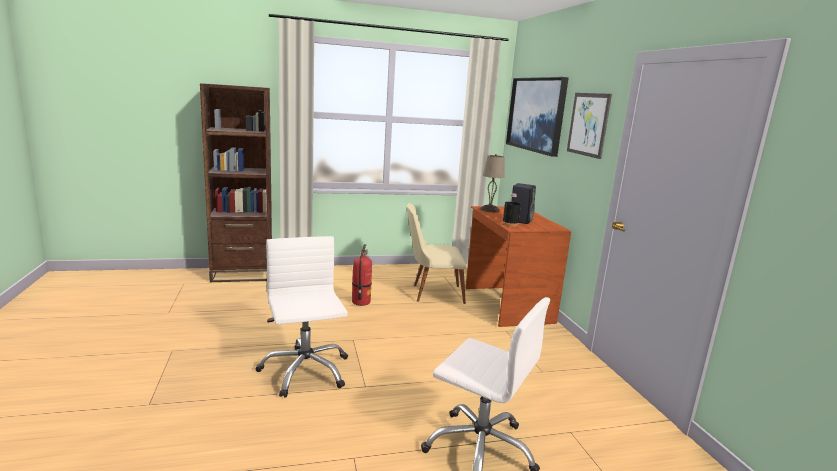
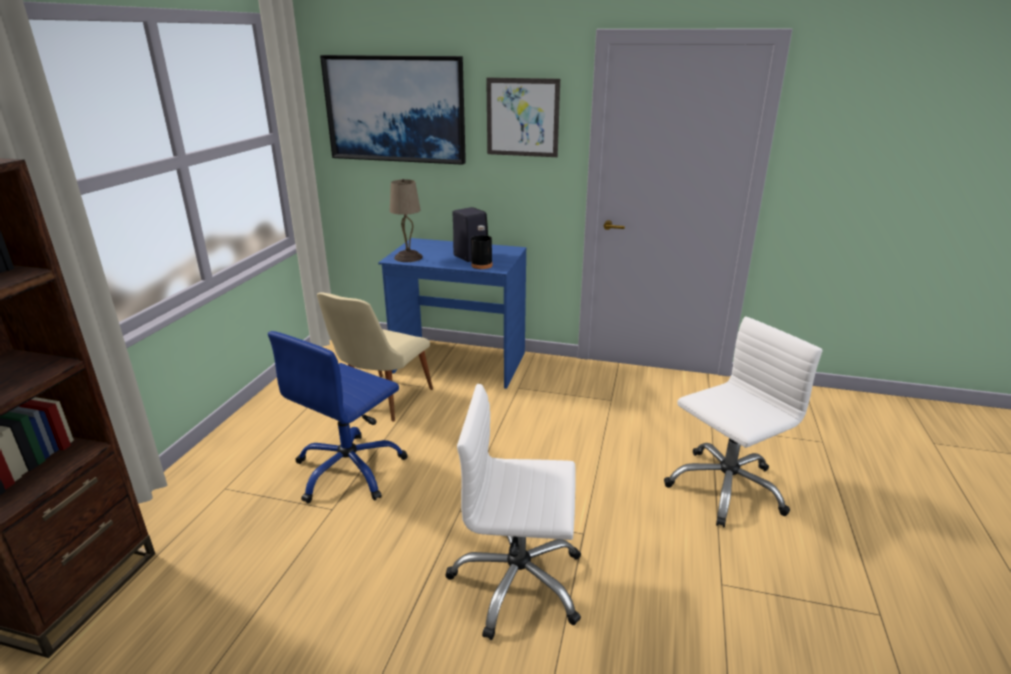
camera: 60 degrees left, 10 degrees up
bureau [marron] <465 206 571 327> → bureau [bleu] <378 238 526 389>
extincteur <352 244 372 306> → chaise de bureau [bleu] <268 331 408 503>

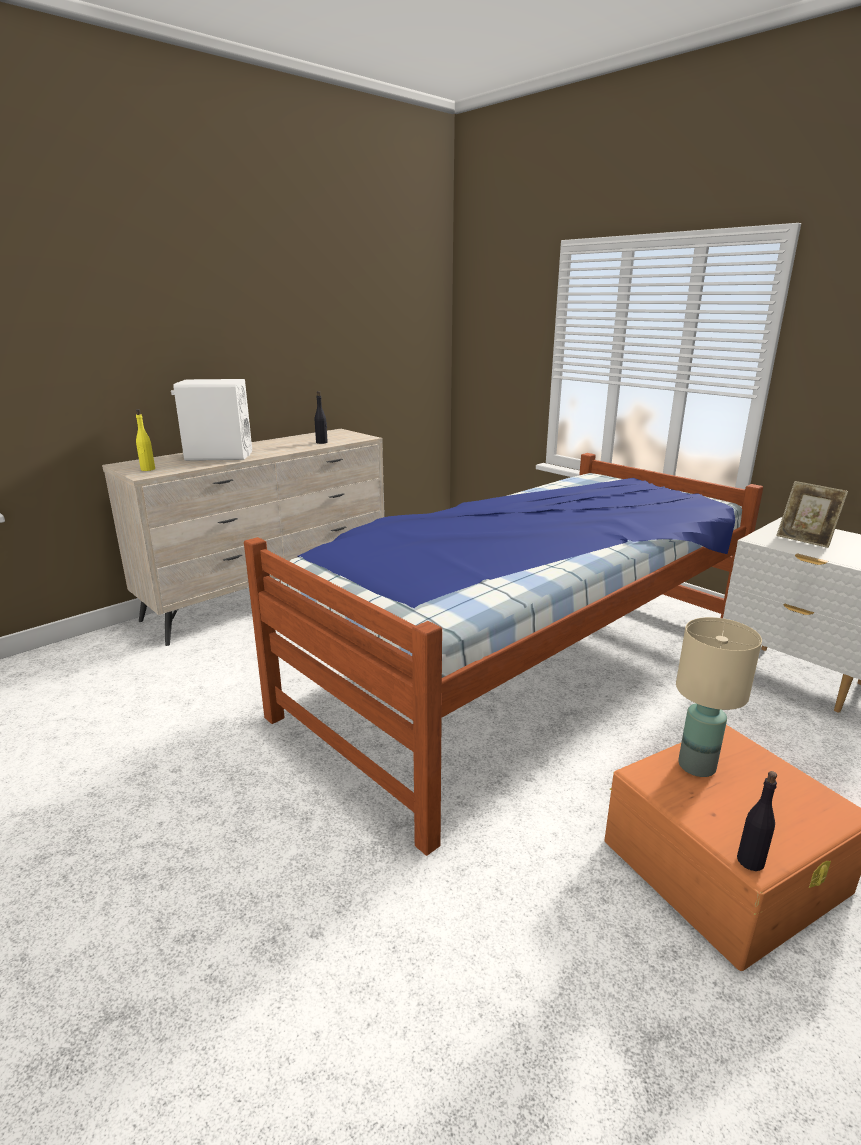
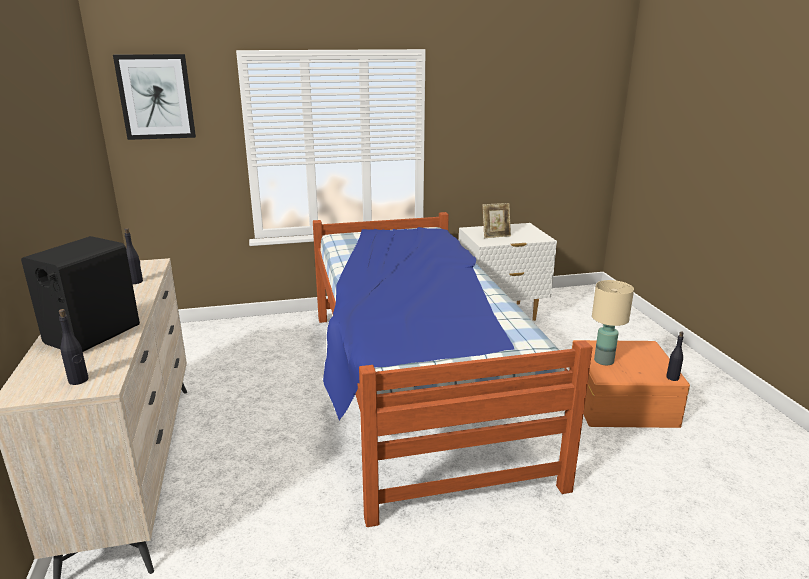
camera: 60 degrees left, 0 degrees up
enceinte [blanc] <171 379 252 461> → enceinte [noir] <21 236 140 352>
bouteille [jaune] <136 409 155 471> → bouteille [noir] <59 309 89 385>
- → tableau <113 54 196 140>

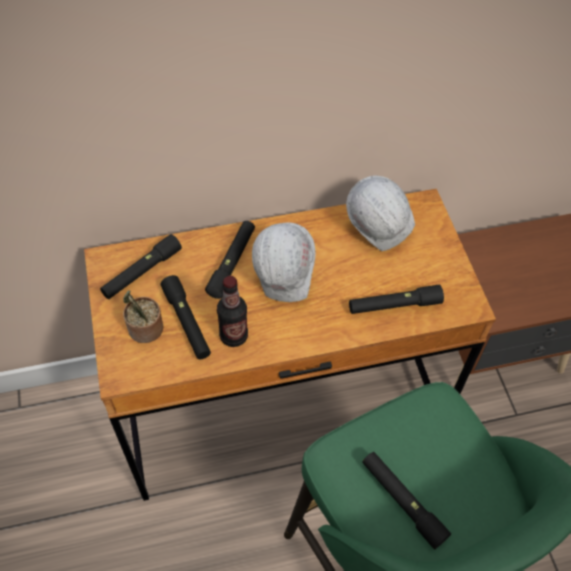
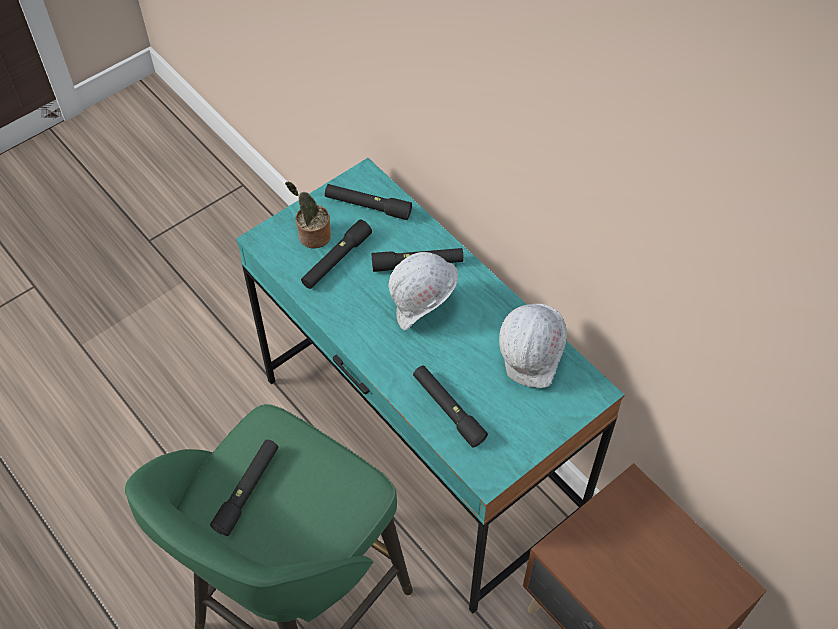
camera: 65 degrees right, 0 degrees up
bureau [marron] <84 189 496 501> → bureau [turquoise] <236 158 624 613>
bouteille <217 276 248 347> → -

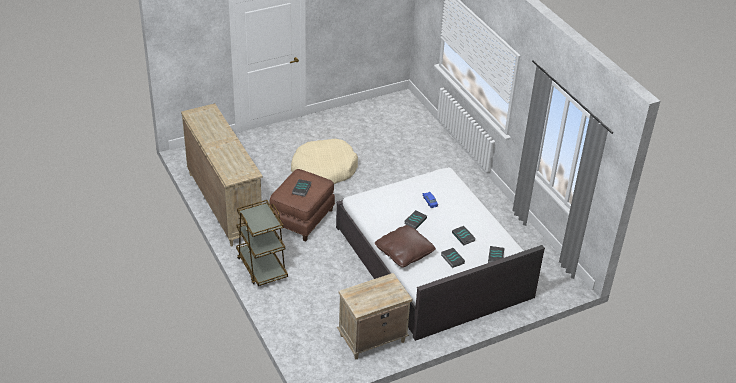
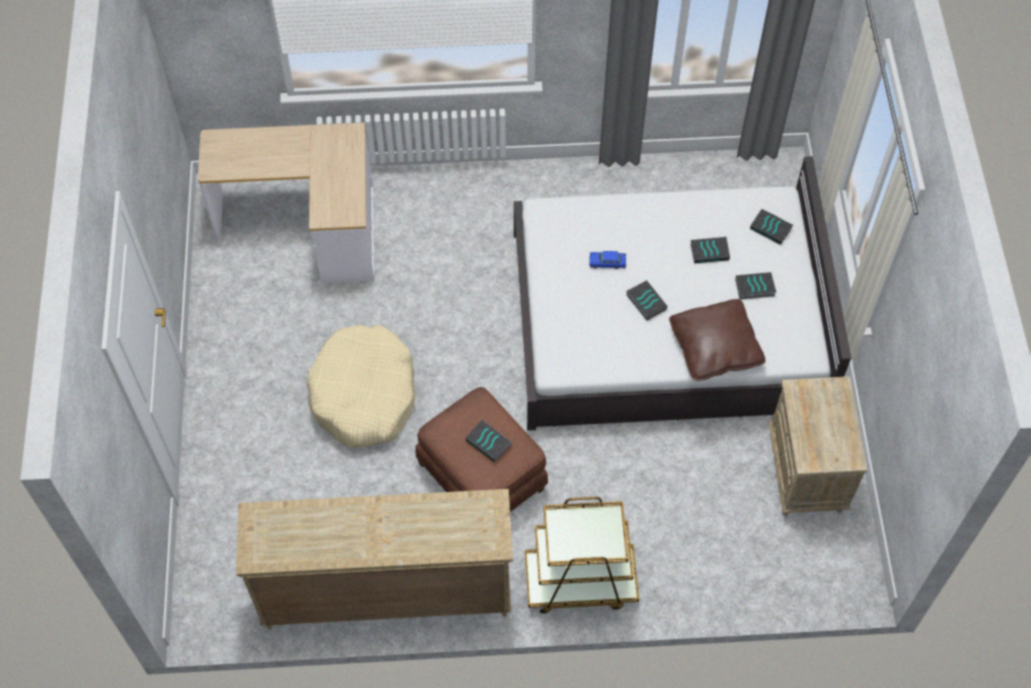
camera: 65 degrees left, 20 degrees up
- → bureau <198 122 374 283>

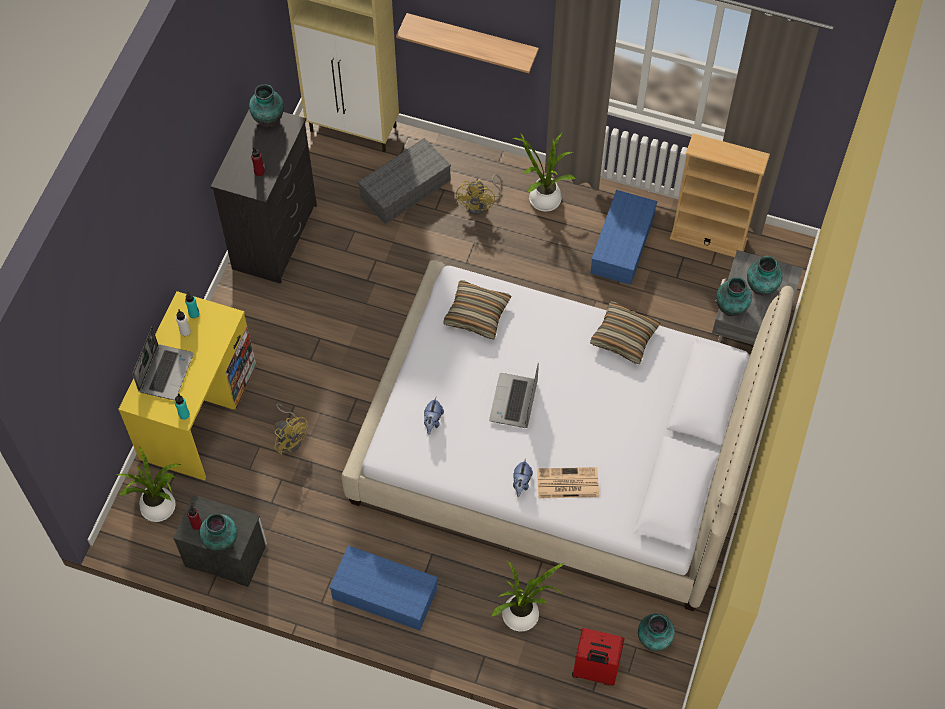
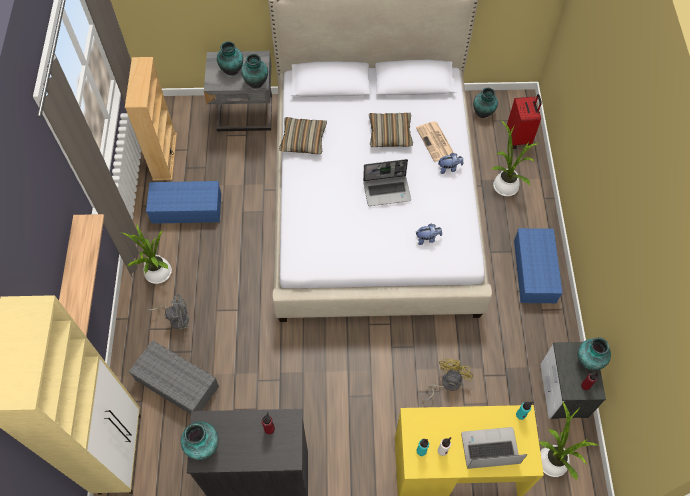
camera: 110 degrees left, 0 degrees up
ventilateur [jaune] <456 174 502 215> → ventilateur [gris] <147 294 189 329>
coussin <443 280 511 339> → coussin <369 113 413 147>, relocated

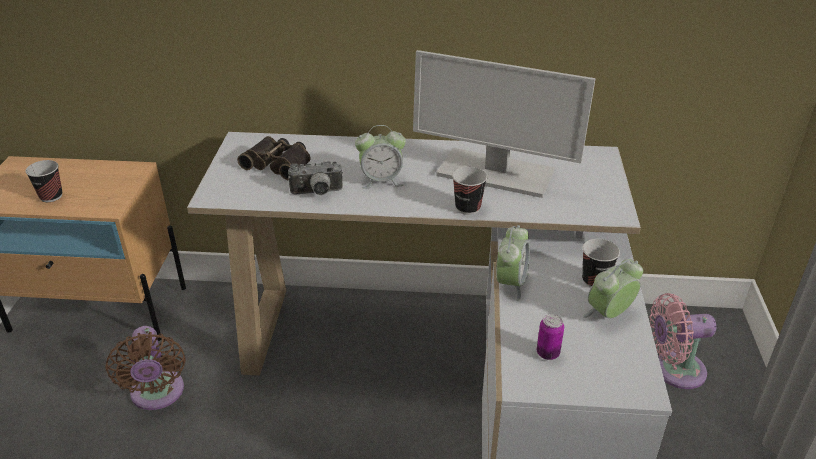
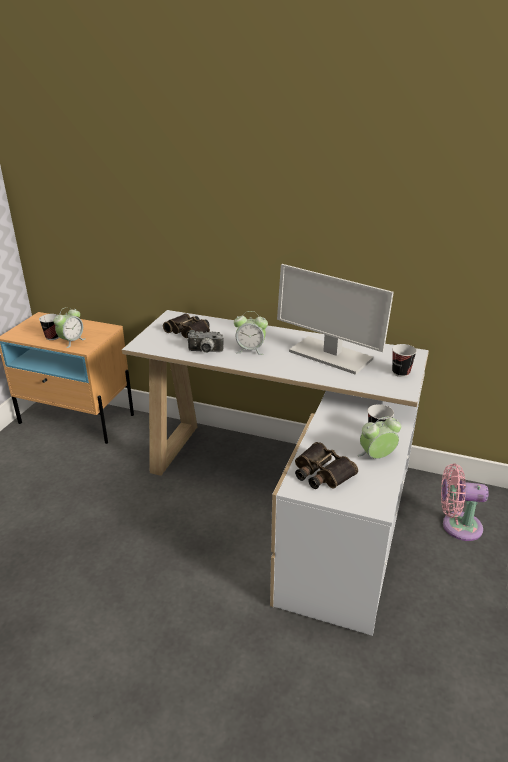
camera: 15 degrees right, 5 degrees down
tasse <452 167 487 215> → tasse <392 344 417 377>, relocated
réveil <496 225 530 301> → réveil <54 307 86 348>, relocated
boîte métallique <537 314 564 360> → jumelles <295 442 358 489>
ventilateur [marron] <105 326 185 410> → -

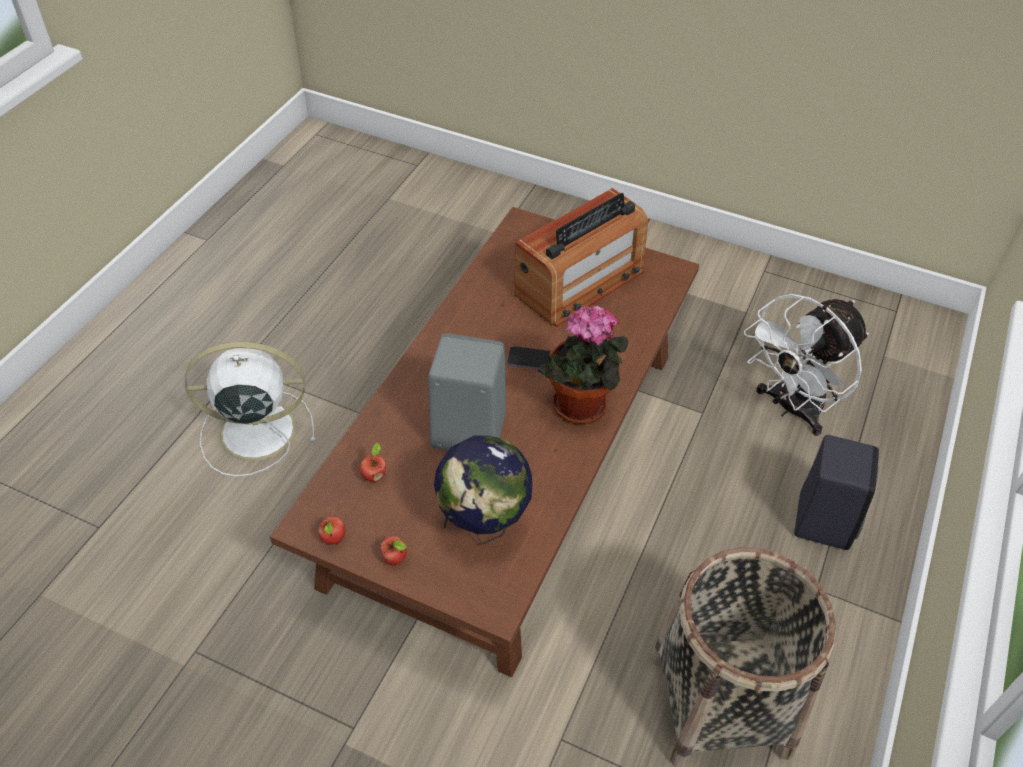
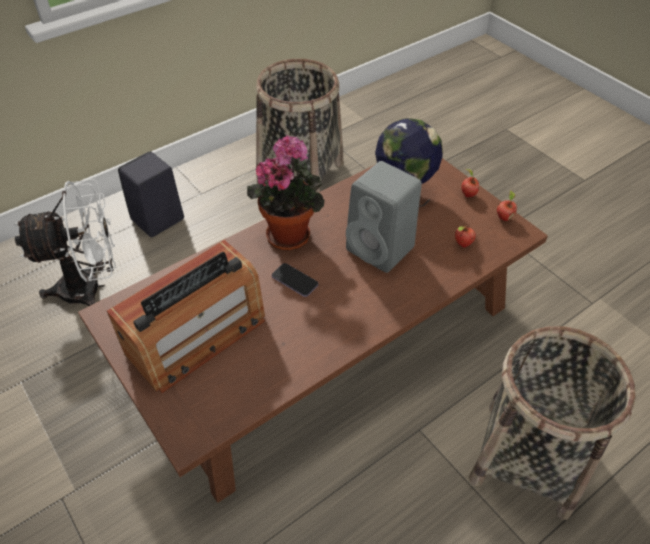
camera: 150 degrees left, 0 degrees up
radio <514 188 648 327> → radio <107 240 265 393>, 150 degrees clockwise
ventilateur [blanc] <185 342 316 477> → panier <469 326 636 520>

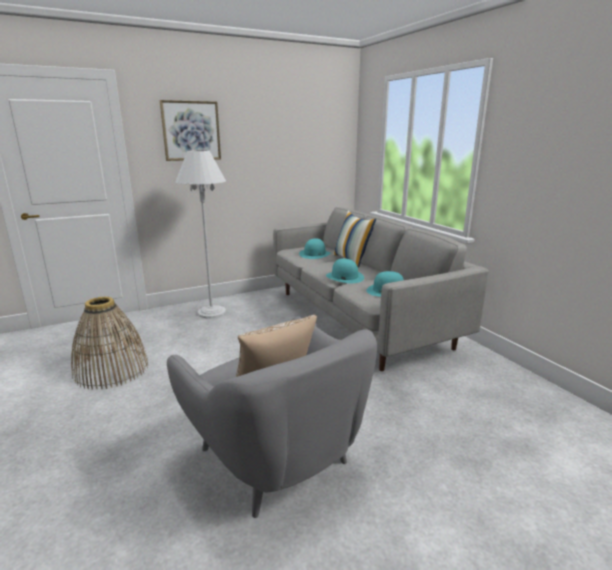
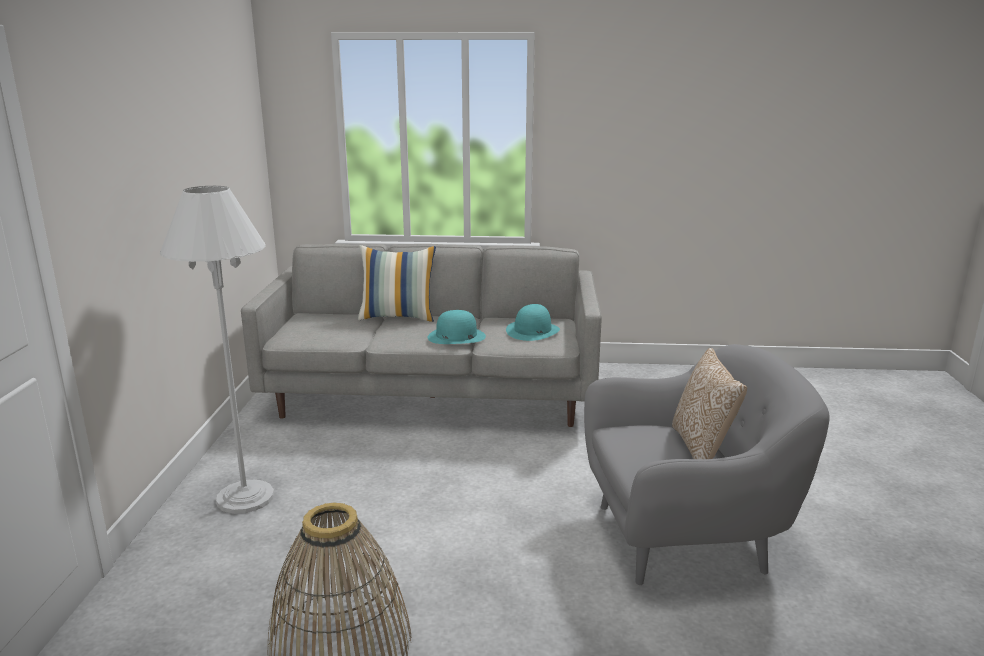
camera: 60 degrees left, 0 degrees up
tableau <160 100 221 161> → -
chapeau [turquoise] <299 238 330 259> → -

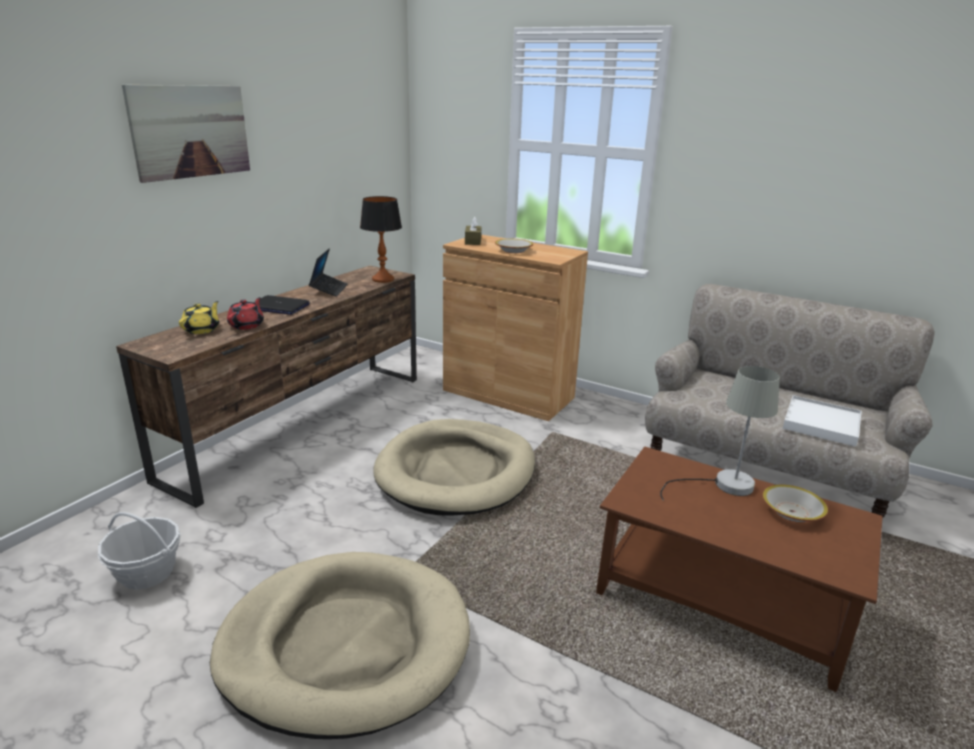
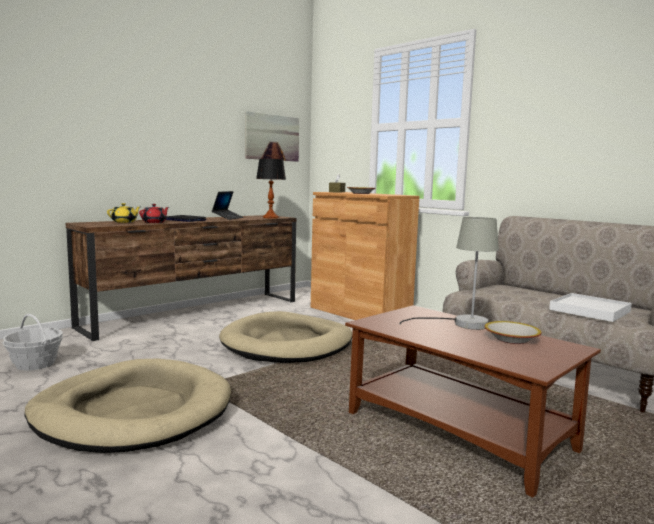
camera: 15 degrees right, 15 degrees down
tableau <122 85 250 183> → tableau <246 111 299 162>, relocated

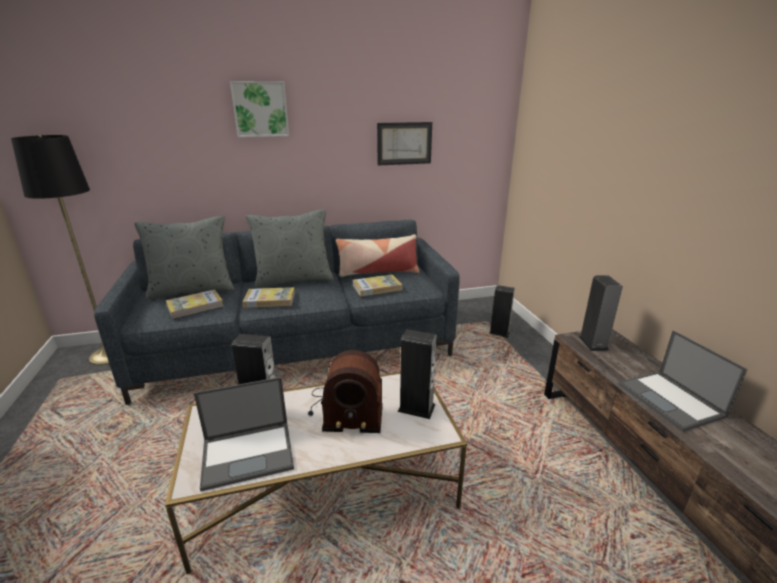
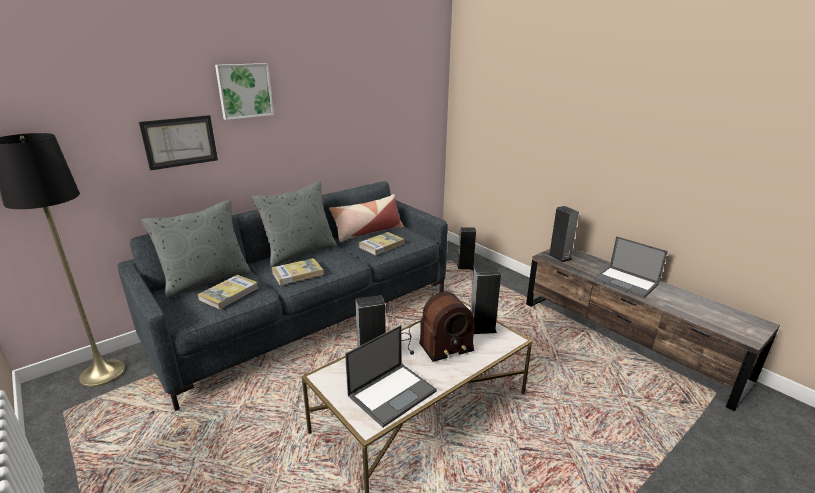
camera: 25 degrees left, 0 degrees up
tableau <377 122 432 166> → tableau <139 115 218 171>, relocated

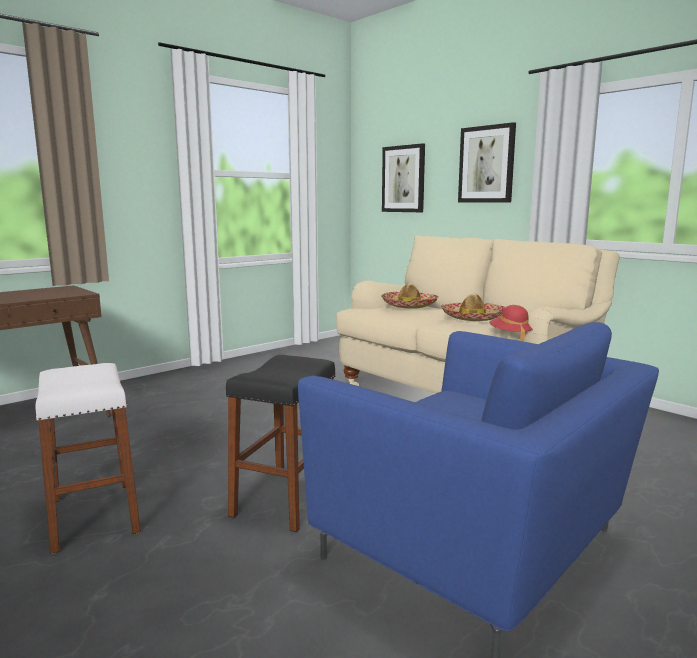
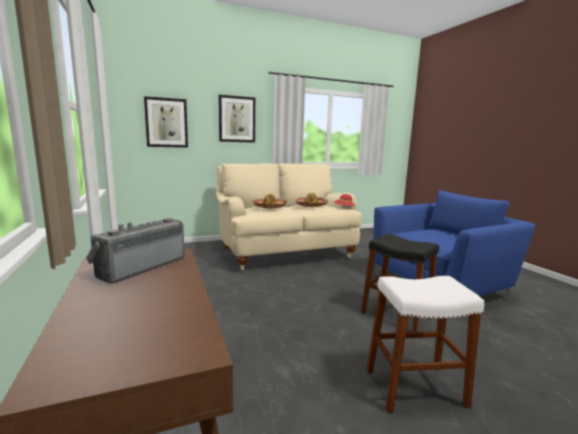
camera: 70 degrees left, 0 degrees up
- → radio <86 218 185 284>

